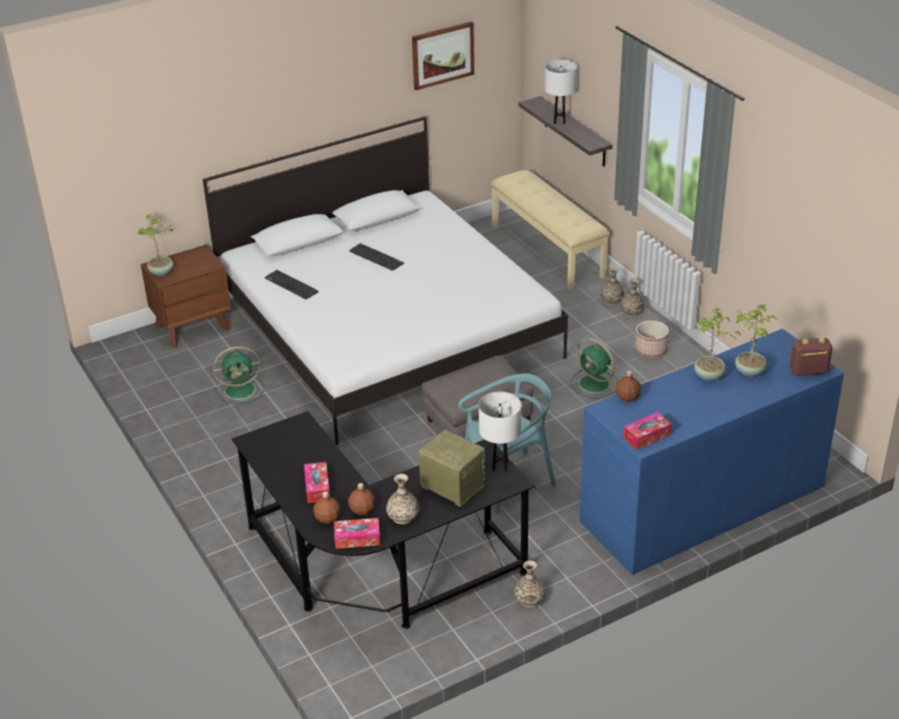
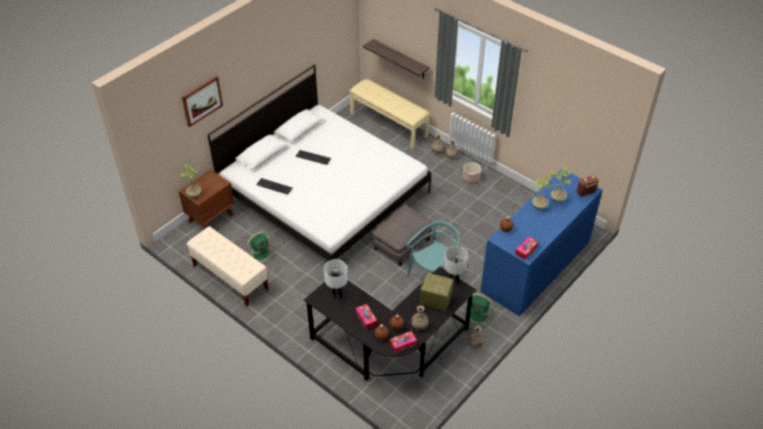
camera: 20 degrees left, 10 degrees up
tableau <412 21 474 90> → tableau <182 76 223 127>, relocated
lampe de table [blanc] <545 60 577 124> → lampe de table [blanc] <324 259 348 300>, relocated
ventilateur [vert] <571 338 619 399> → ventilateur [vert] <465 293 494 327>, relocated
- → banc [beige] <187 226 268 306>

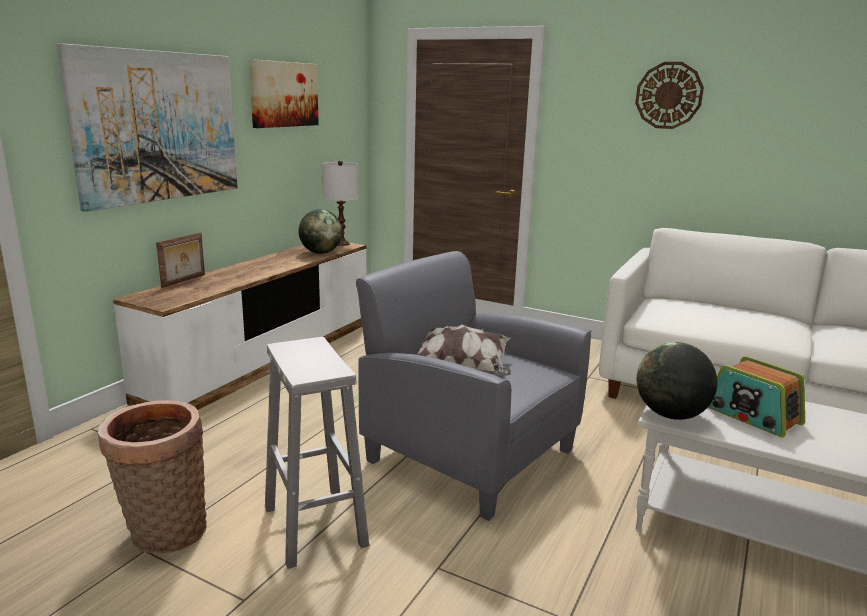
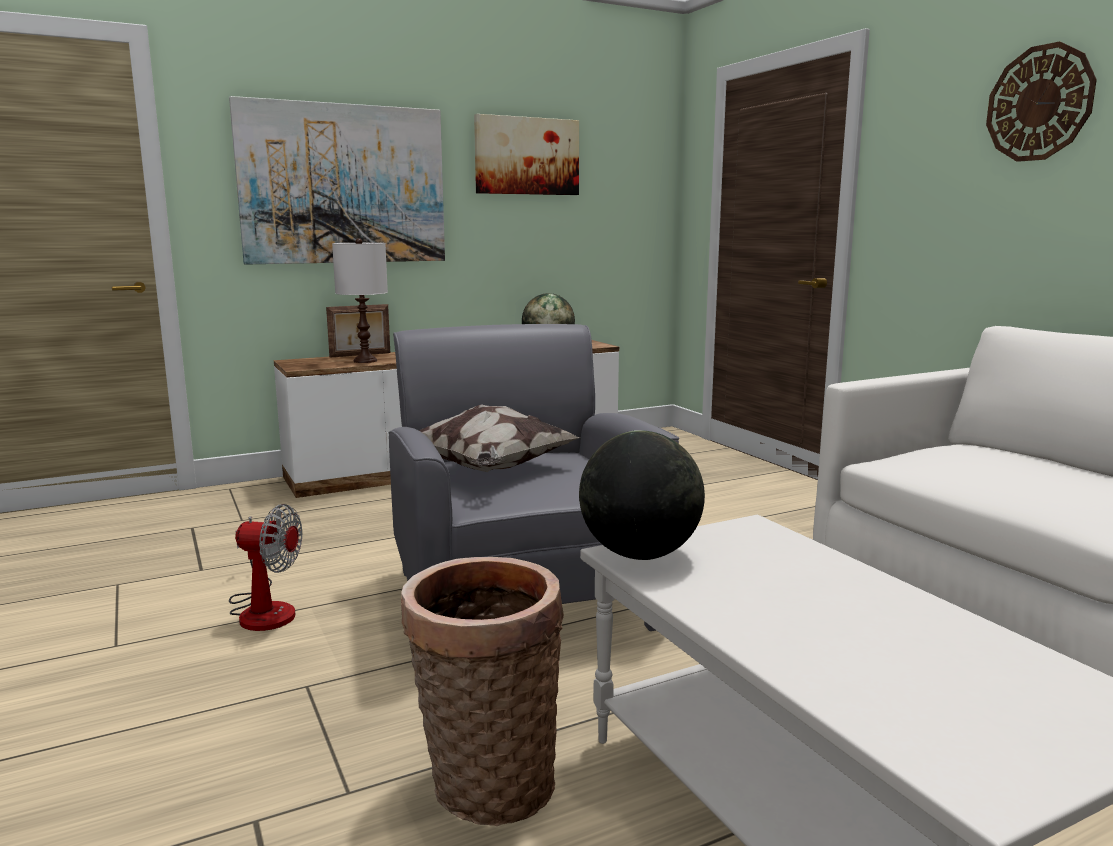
camera: 35 degrees right, 5 degrees down
lampe de table [blanc] <322 160 358 246> → lampe de table [blanc] <332 238 388 363>, relocated
tabouret [blanc] <265 337 369 569> → ventilateur <229 504 302 631>
radio <708 356 805 438> → -
panier <98 400 207 554> → panier <401 557 564 826>, relocated

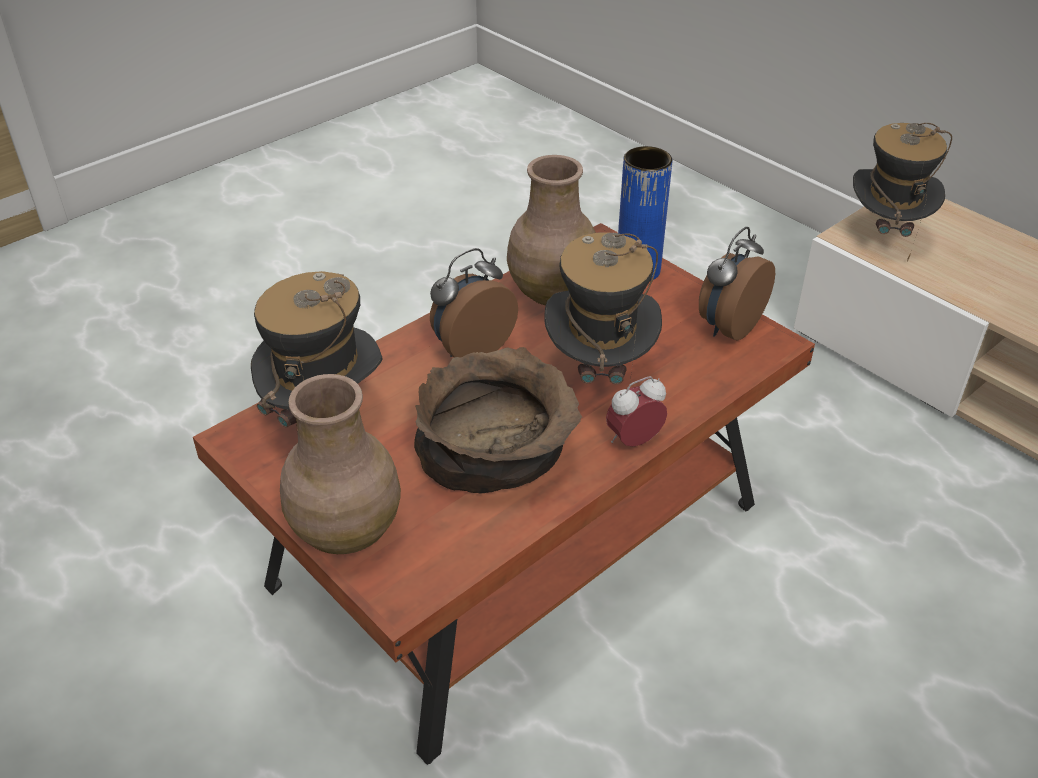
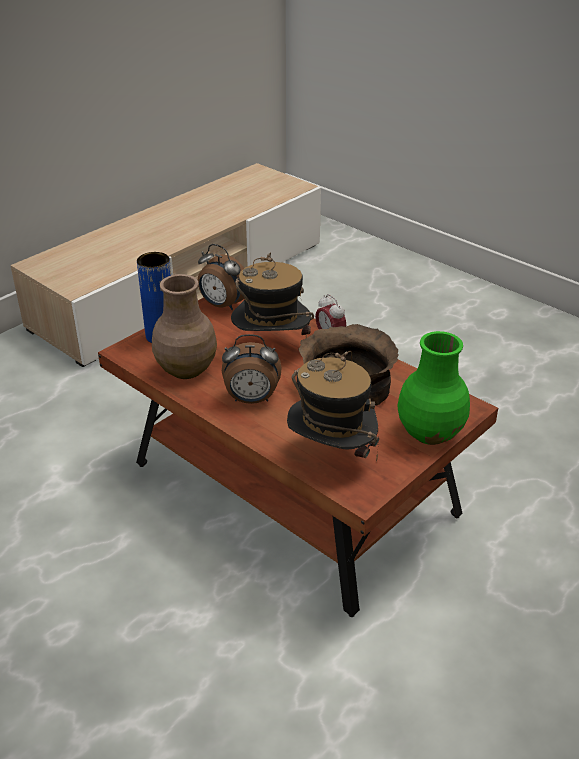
camera: 95 degrees left, 5 degrees down
chapeau <853 123 952 262> → -
réveil <430 248 518 358> → réveil <222 334 281 404>, 45 degrees counterclockwise
vase [marron] <280 374 401 554> → vase [vert] <397 331 470 445>

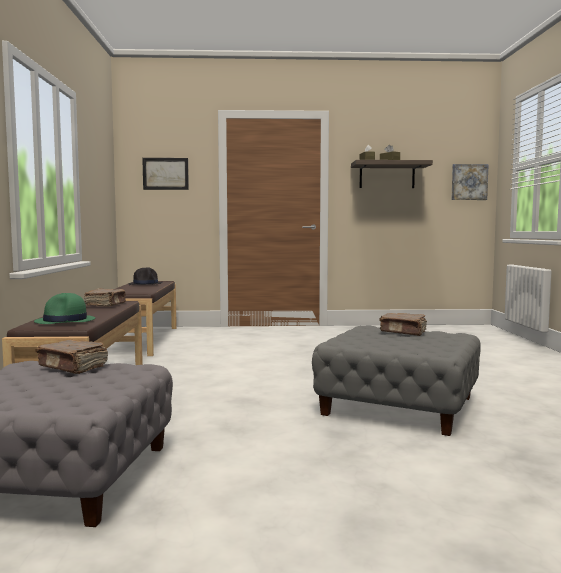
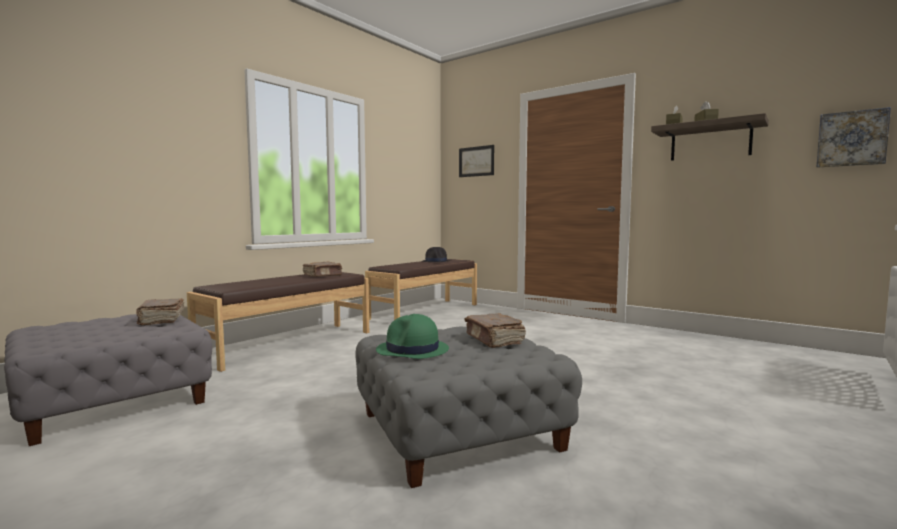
camera: 40 degrees right, 0 degrees up
chapeau [vert] <34 293 95 324> → chapeau [vert] <376 314 449 359>, relocated

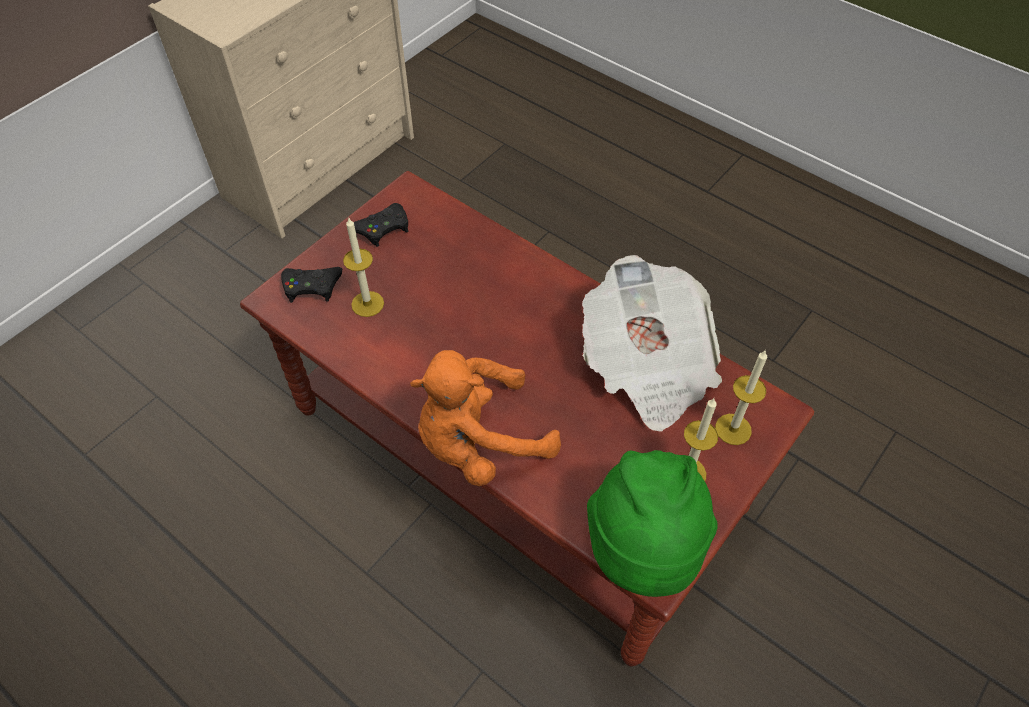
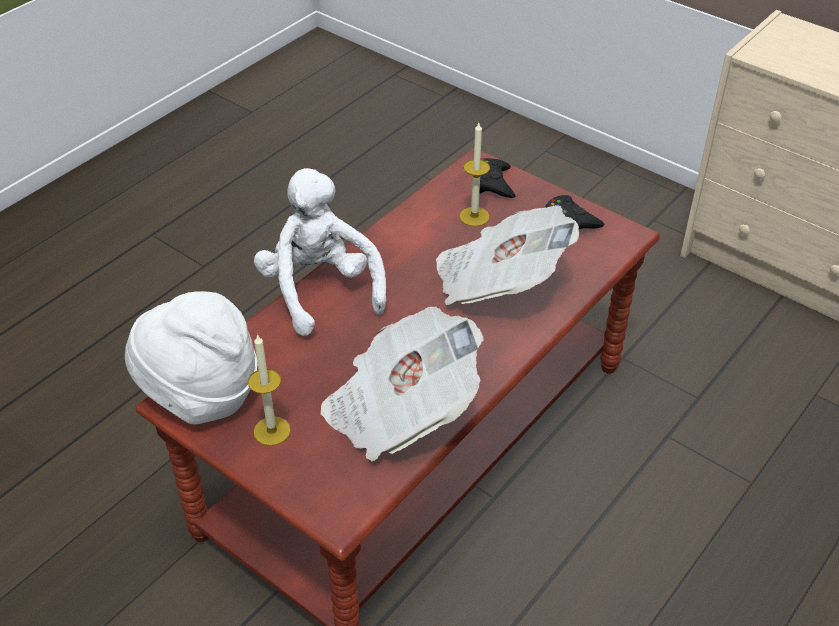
camera: 90 degrees right, 10 degrees down
peluche [orange] <410 350 561 486> → peluche [blanc] <254 168 386 336>
bougie <715 350 767 445> → -
chapeau [vert] <587 450 718 597> → chapeau [blanc] <125 291 257 425>
- → journal <436 205 579 305>

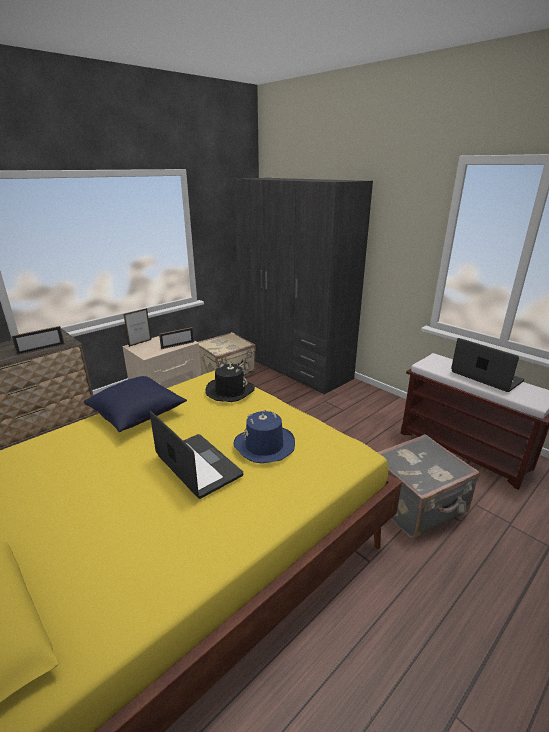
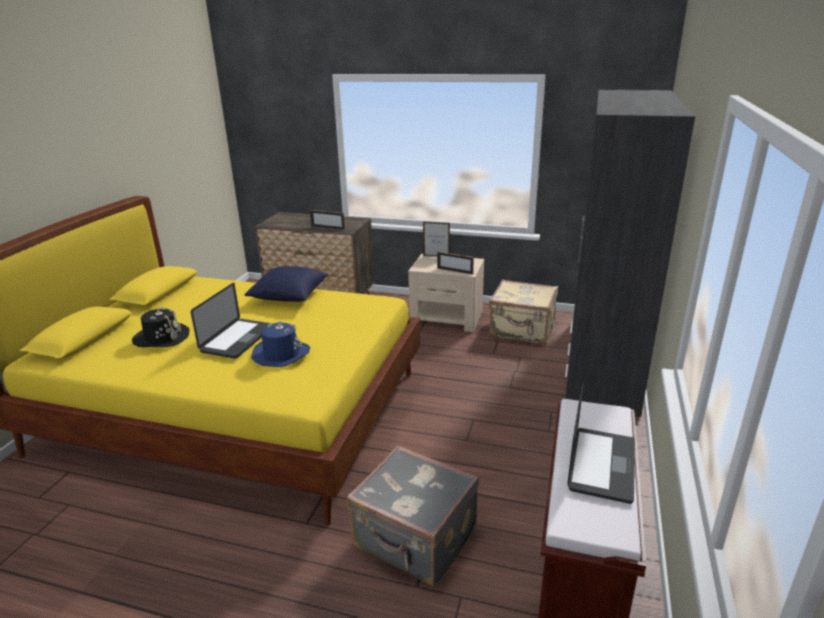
camera: 60 degrees right, 0 degrees up
chapeau [noir] <205 363 255 402> → chapeau [noir] <132 307 189 347>, relocated

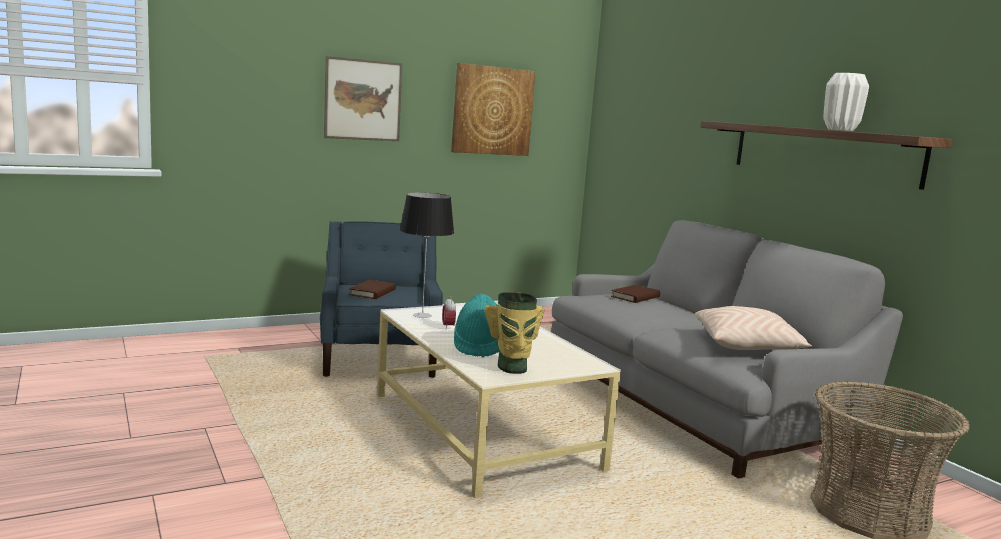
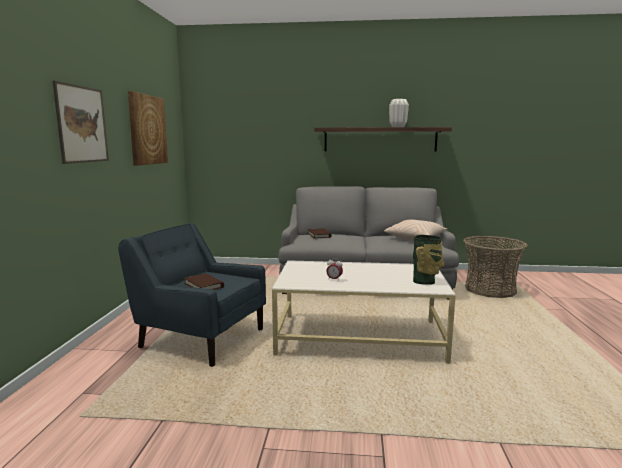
camera: 55 degrees left, 0 degrees up
lampe de table <400 192 454 318> → -
chapeau [turquoise] <454 293 499 358> → -

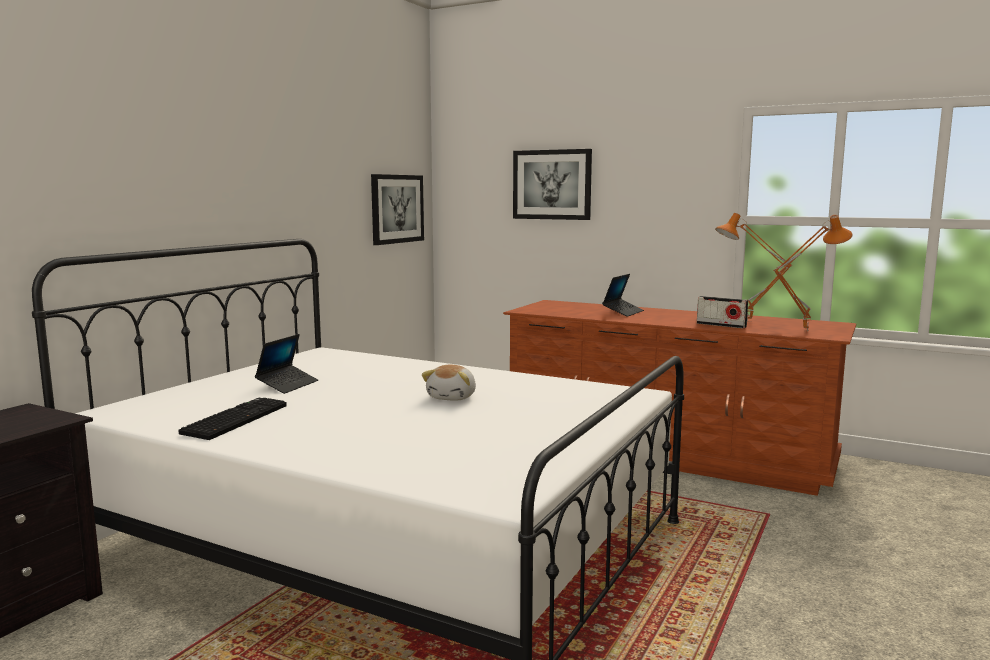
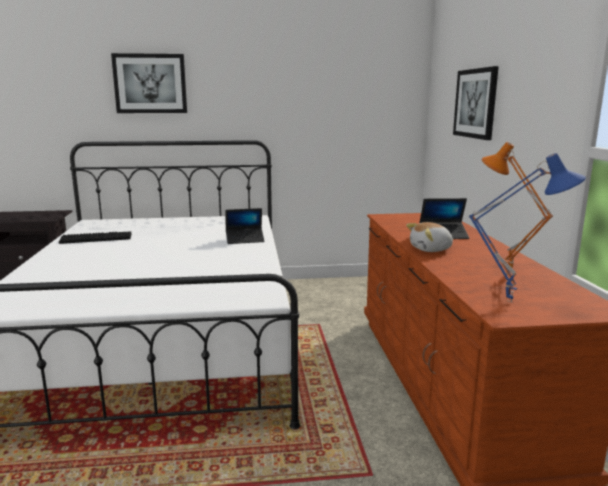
camera: 55 degrees right, 5 degrees up
tableau <371 174 424 245> → tableau <111 53 187 113>, relocated
lampe de table [orange] <773 215 853 331> → lampe de table [bleu] <469 153 586 303>
radio <697 296 748 328> → -
ordinateur portable <255 334 318 394> → ordinateur portable <225 208 265 244>, relocated
peluche <422 365 476 401> → peluche <406 222 454 252>, relocated

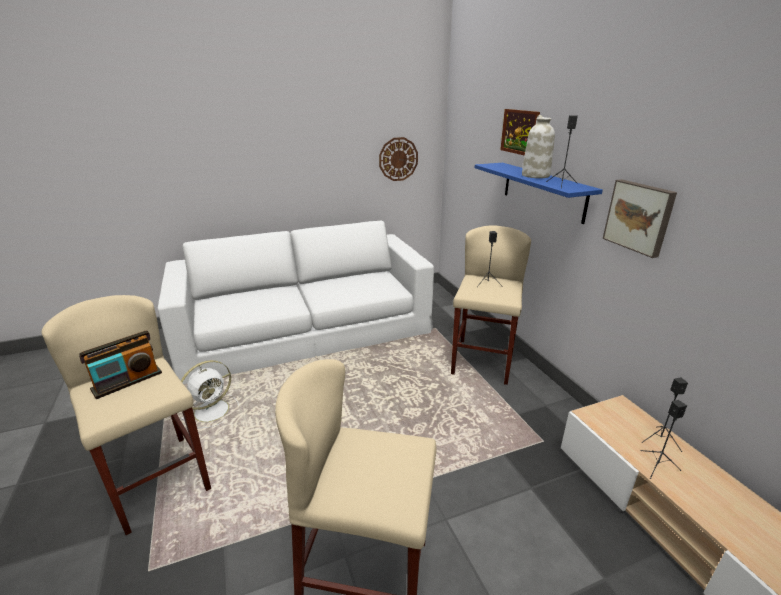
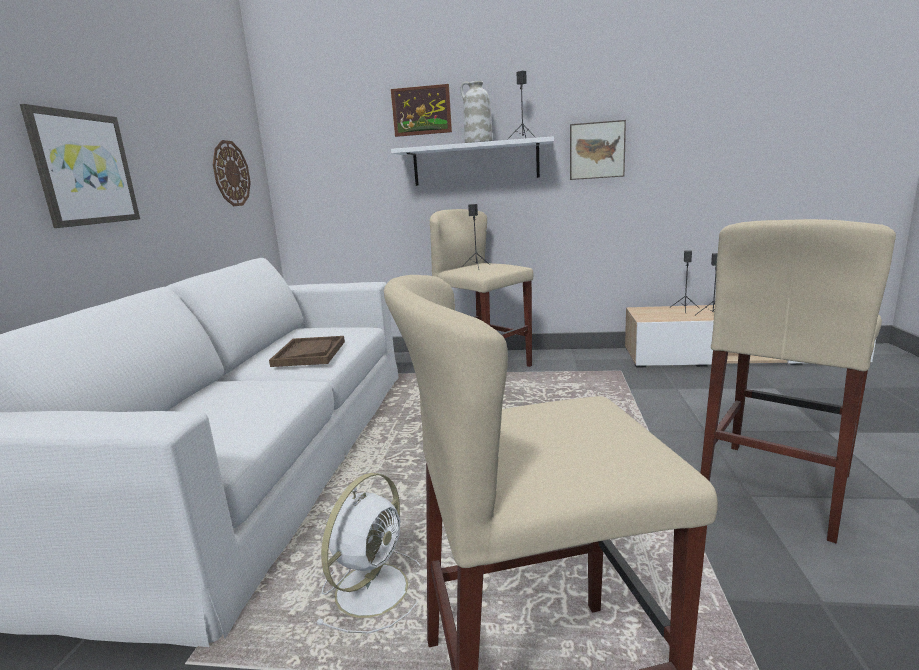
camera: 60 degrees left, 10 degrees down
étagère [bleu] <475 163 603 224> → étagère [blanc] <391 136 554 186>
radio <79 331 162 399> → -
ventilateur [blanc] <181 360 239 428> → ventilateur [blanc] <315 473 420 634>, 45 degrees clockwise
- → tableau <20 104 140 228>
- → plateau [marron] <269 336 345 367>

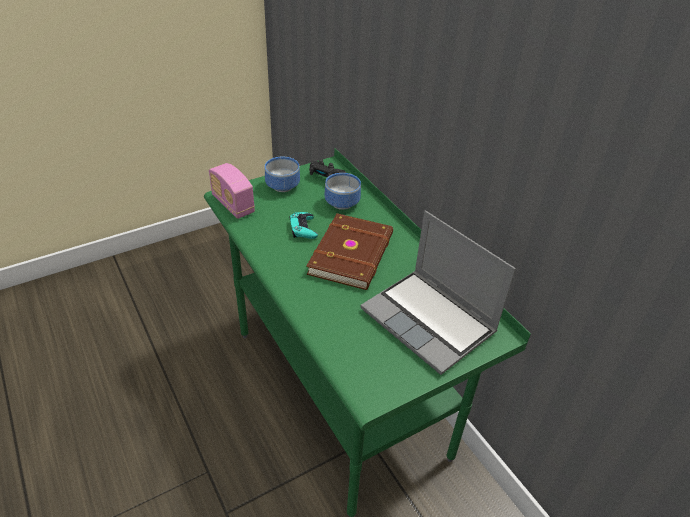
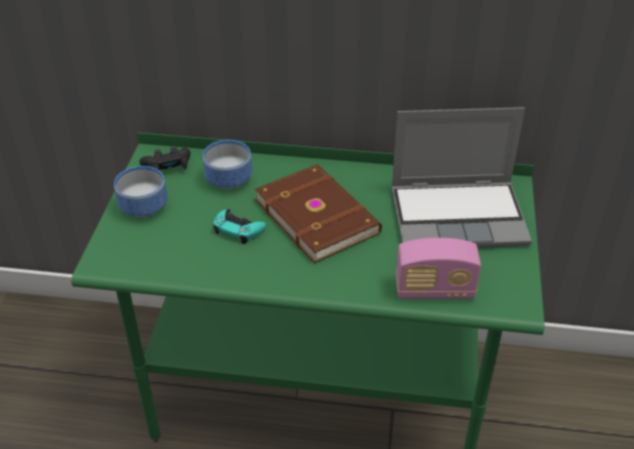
camera: 50 degrees left, 0 degrees up
radio <209 163 255 219> → radio <396 238 481 299>, relocated

